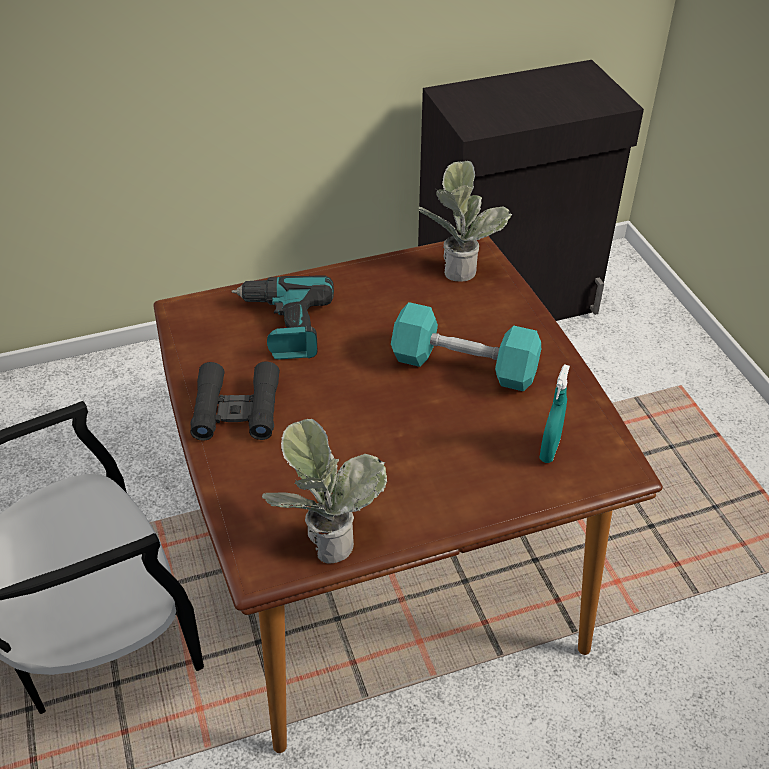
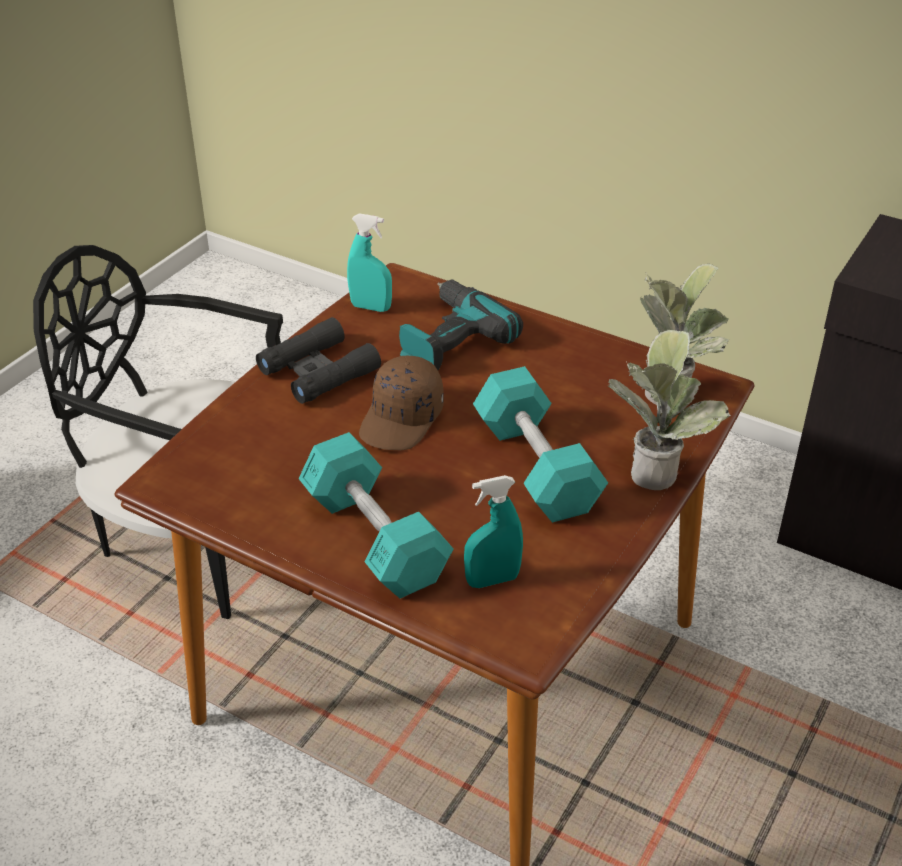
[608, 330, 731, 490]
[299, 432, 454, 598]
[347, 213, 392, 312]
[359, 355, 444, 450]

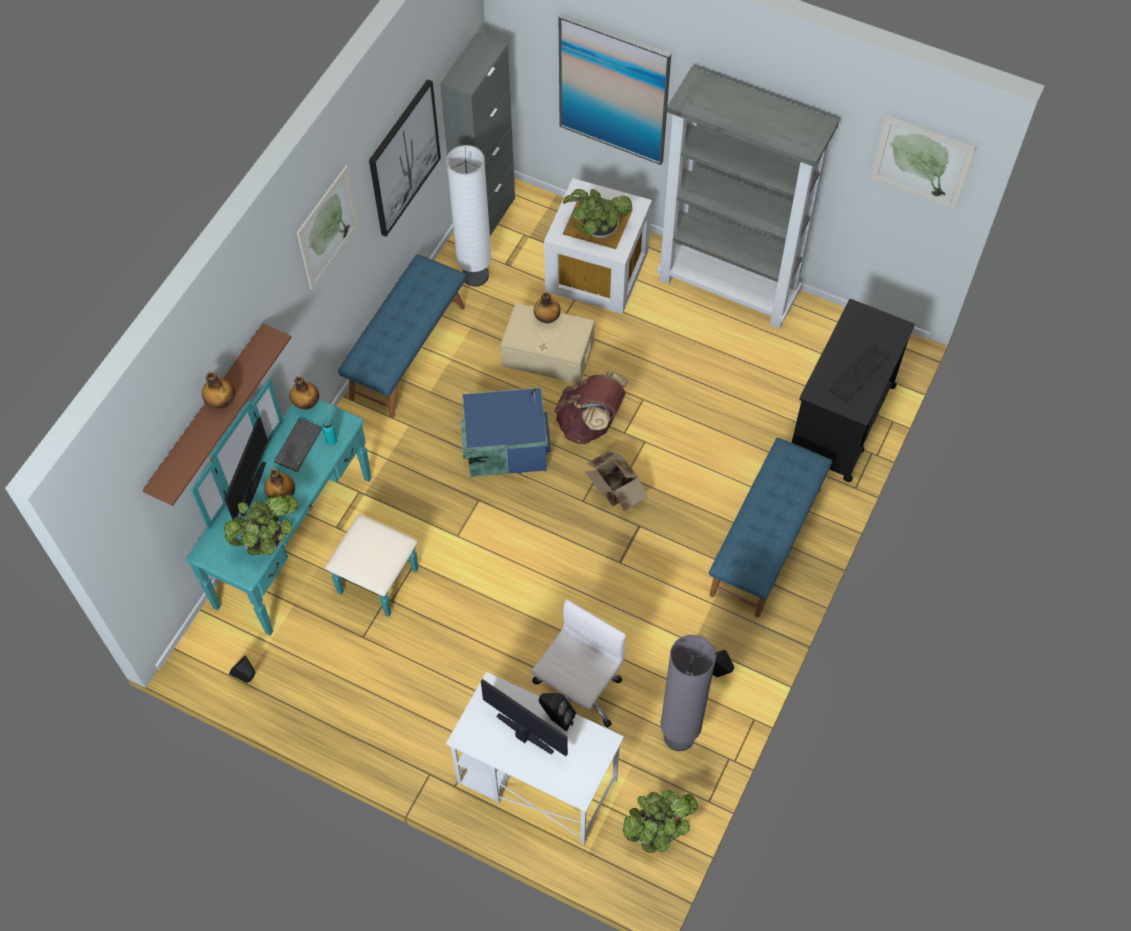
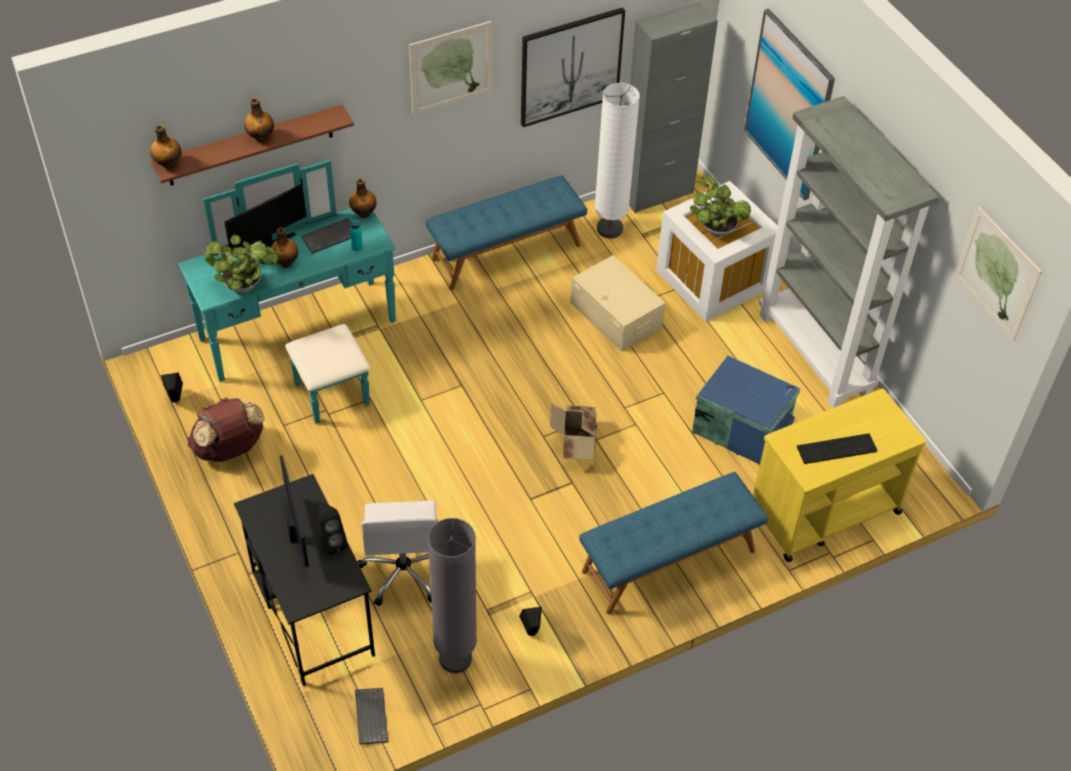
[234, 474, 375, 686]
[692, 355, 801, 465]
[357, 500, 437, 606]
[150, 125, 181, 169]
[187, 397, 265, 462]
[355, 688, 388, 745]
[753, 388, 926, 562]

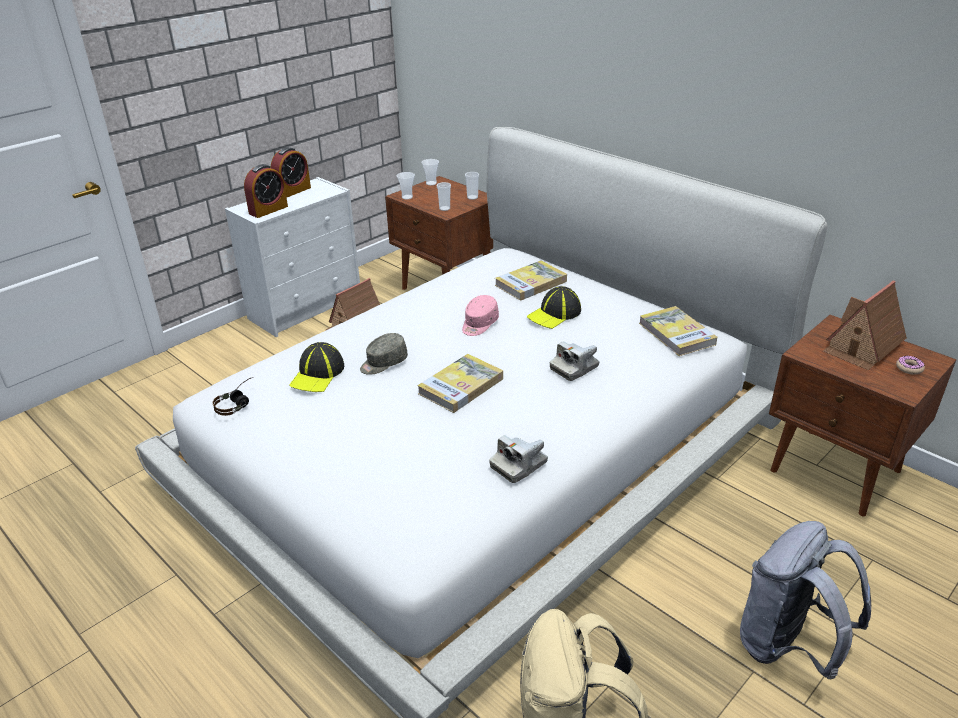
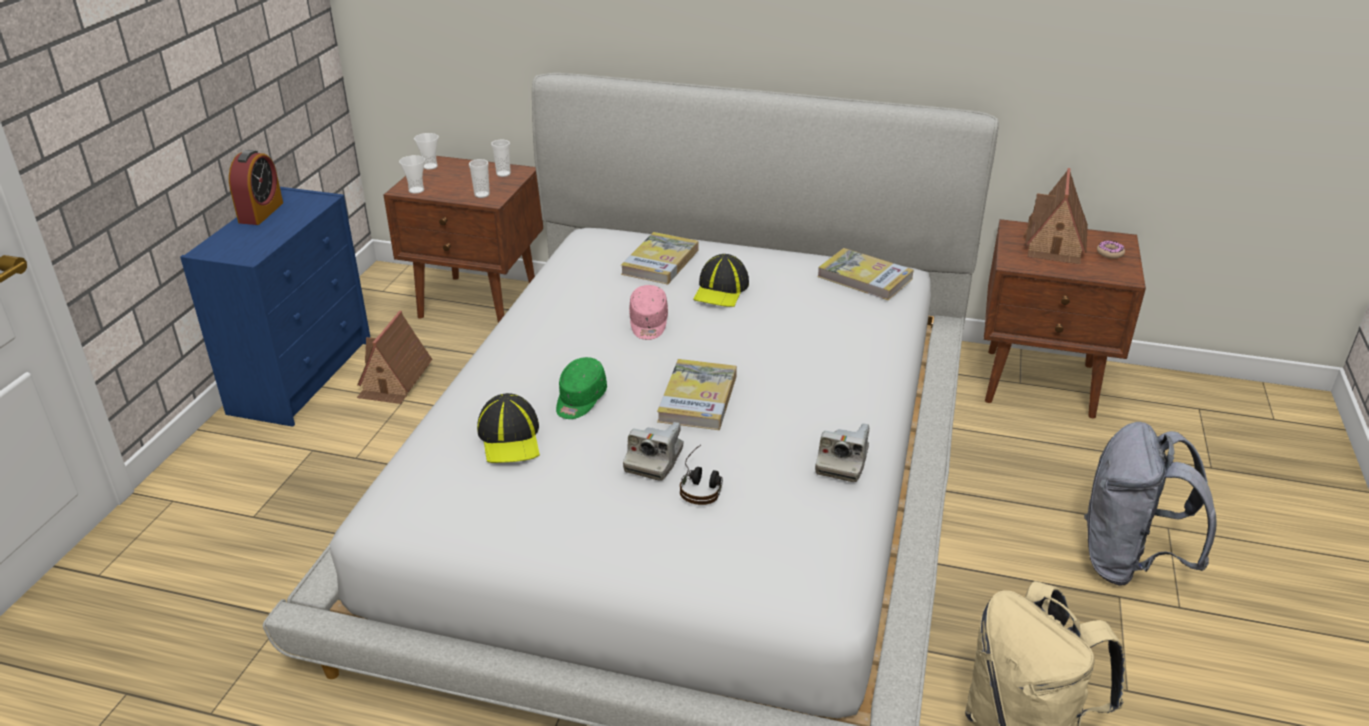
[680, 445, 723, 505]
[180, 187, 371, 427]
[244, 164, 288, 218] (first image)
[556, 357, 607, 419]
[623, 422, 684, 481]

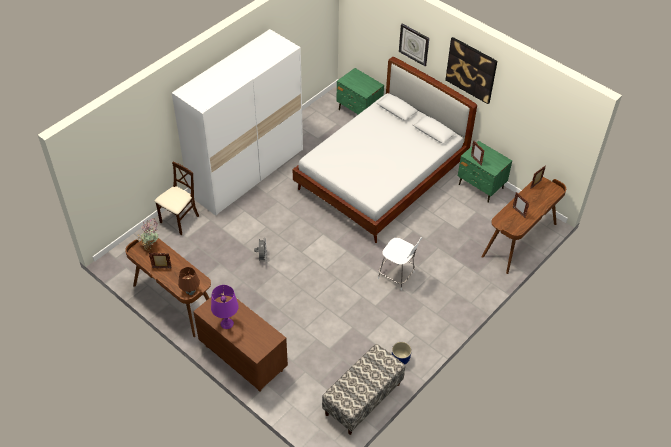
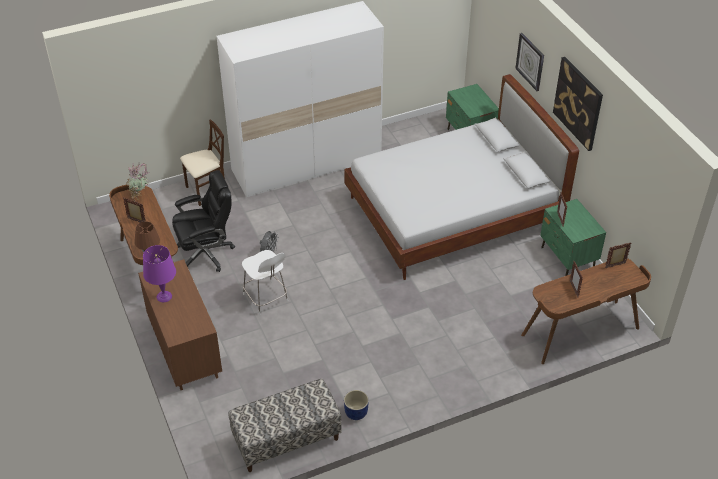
[242, 250, 288, 315]
[172, 170, 235, 272]

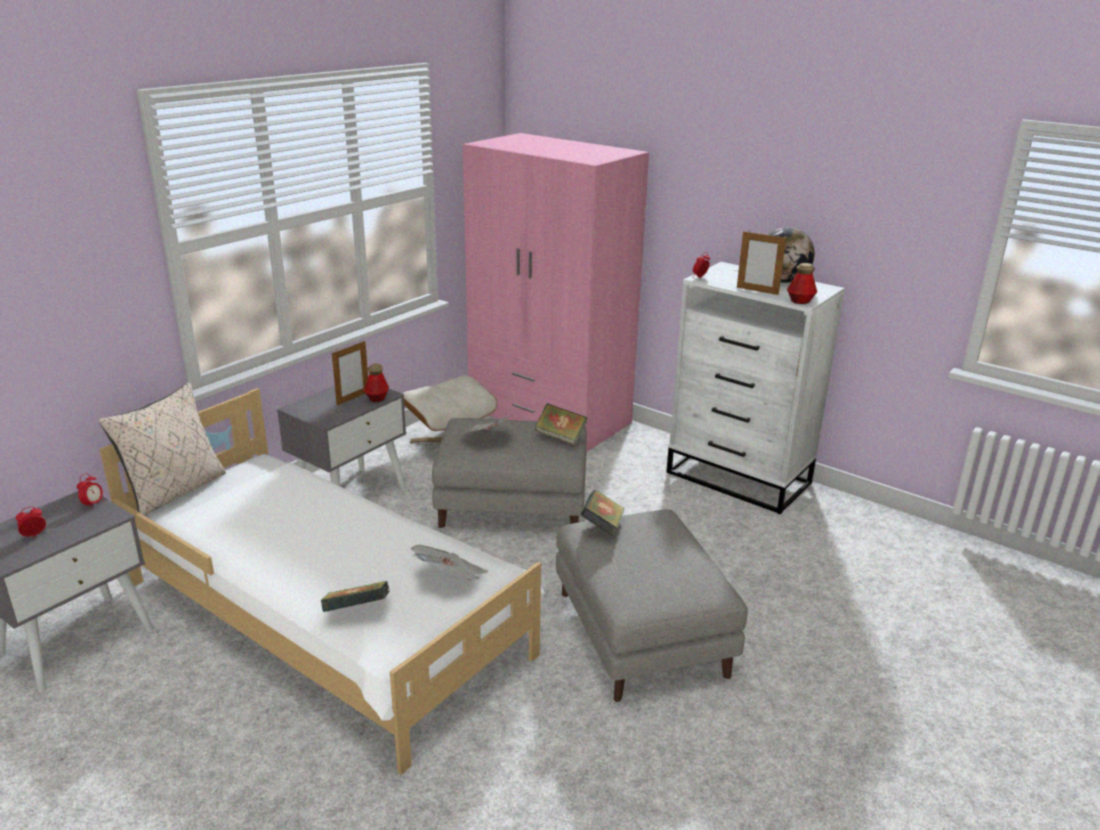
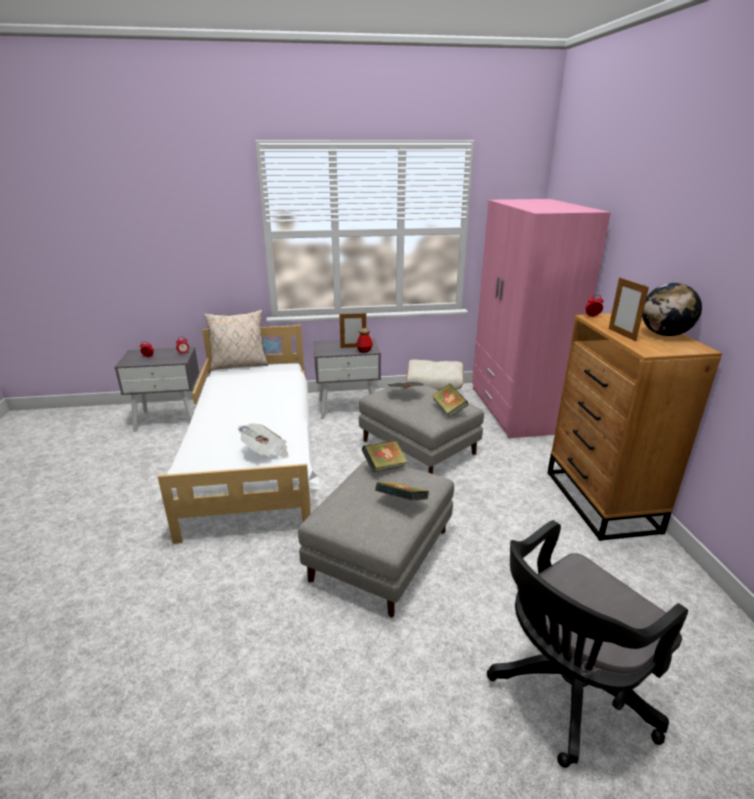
[375, 482, 429, 500]
[548, 313, 722, 541]
[787, 263, 817, 304] (first image)
[487, 520, 688, 768]

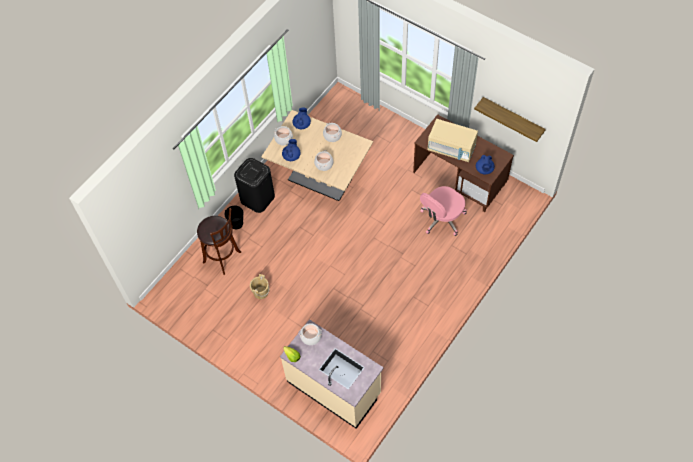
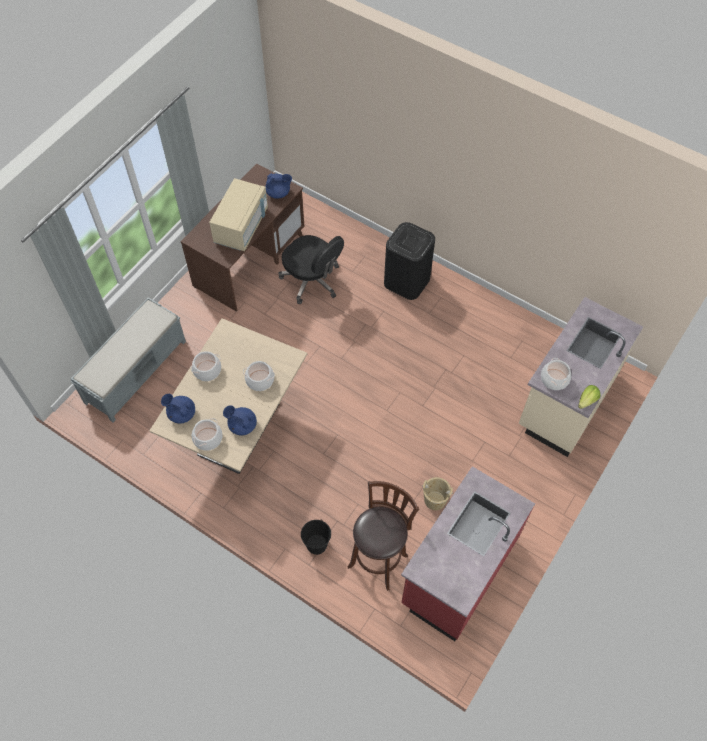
[384, 222, 435, 300]
[278, 235, 344, 304]
[474, 97, 546, 142] (first image)
[70, 297, 186, 422]
[401, 466, 535, 641]

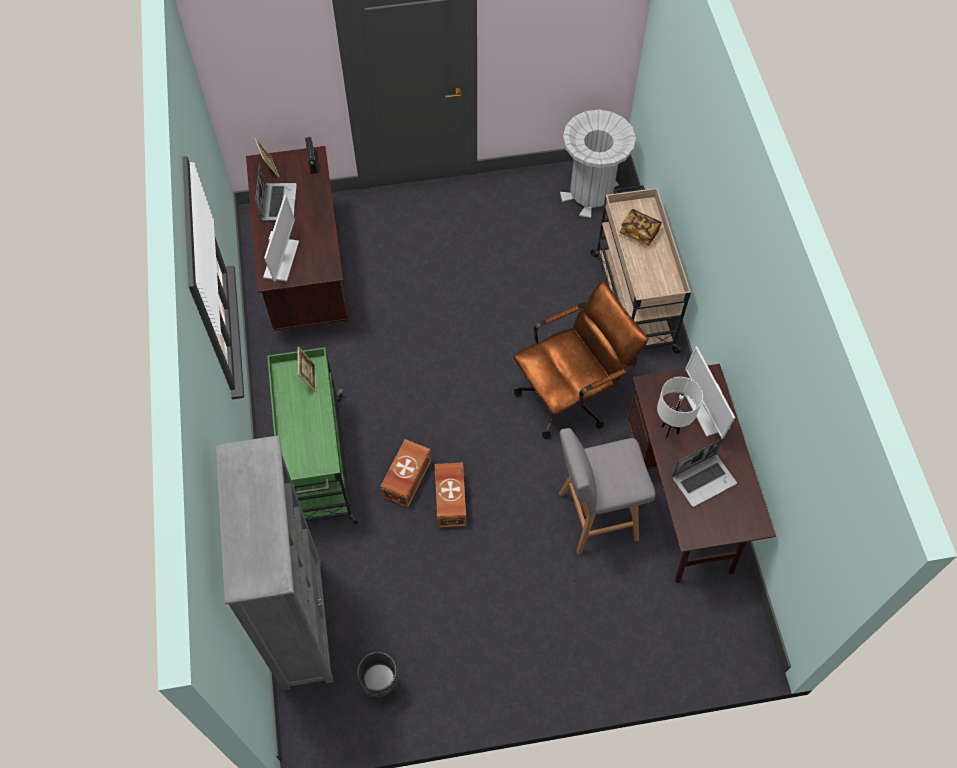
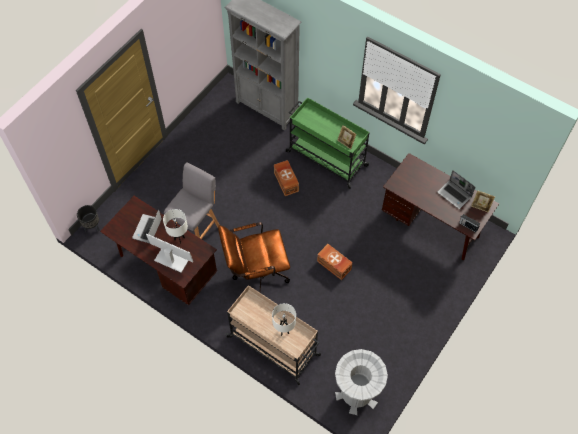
[263, 195, 299, 282] (first image)
[77, 205, 100, 232]
[317, 244, 353, 280]
[218, 222, 290, 293]
[272, 303, 296, 336]

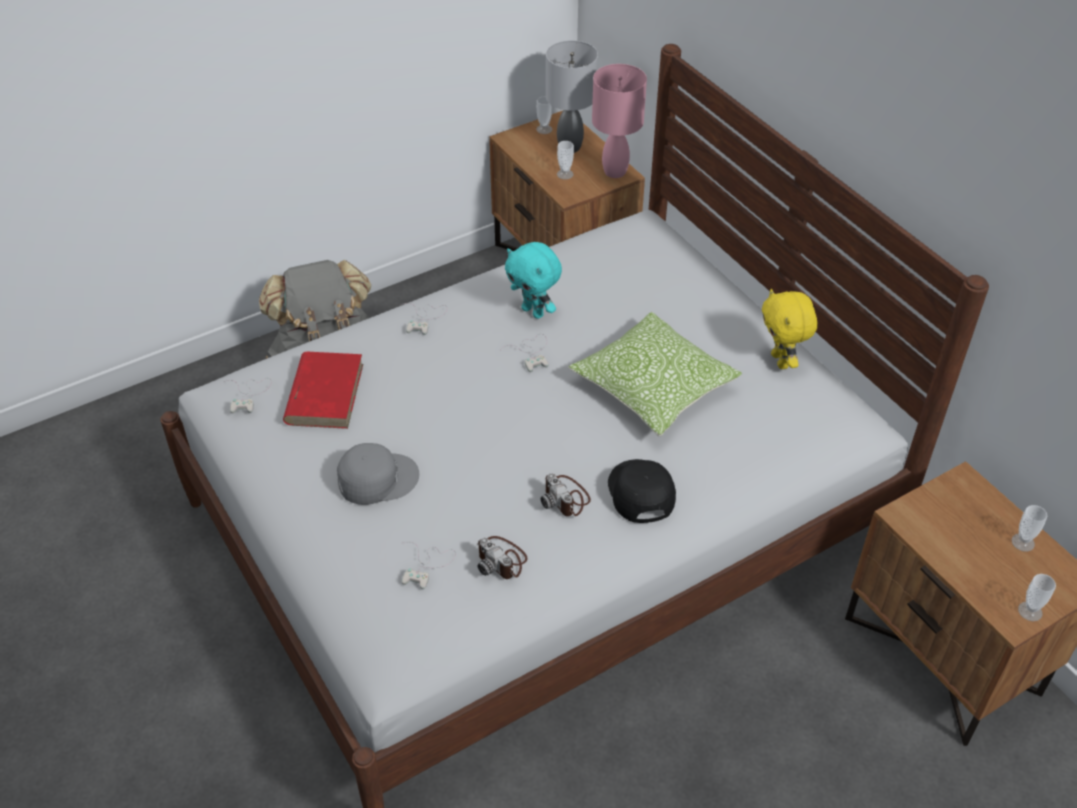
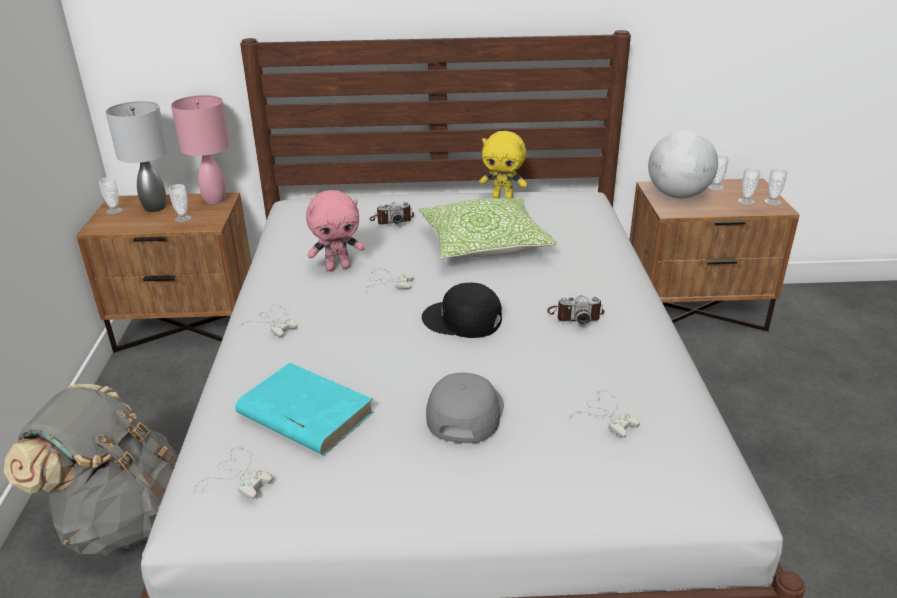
[235, 363, 374, 455]
[369, 202, 414, 225]
[306, 190, 365, 271]
[422, 283, 502, 338]
[648, 131, 718, 198]
[738, 167, 761, 205]

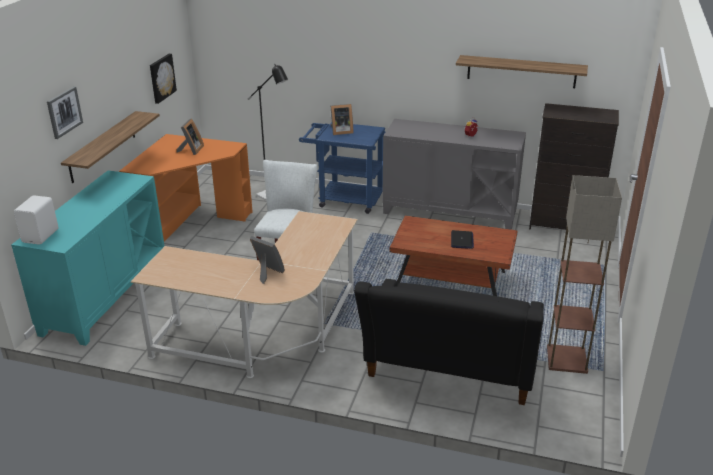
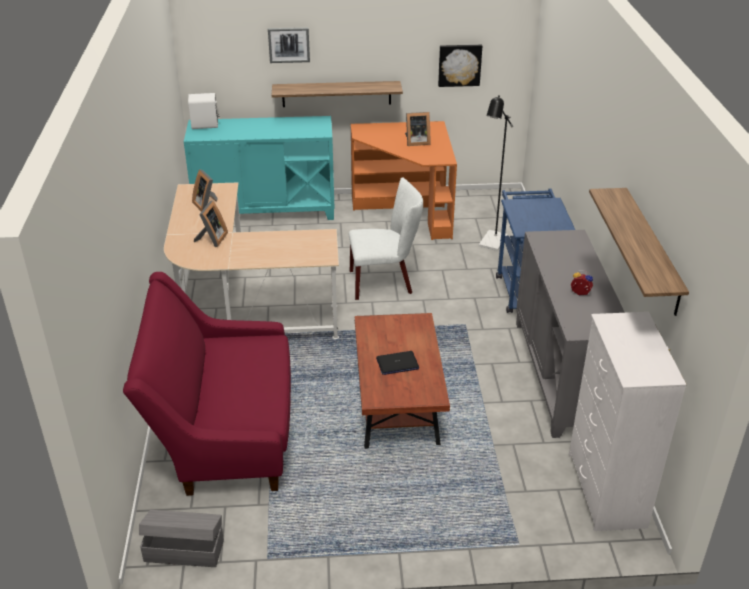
[192, 170, 217, 212]
[123, 272, 291, 496]
[569, 312, 687, 531]
[547, 175, 622, 374] (first image)
[139, 510, 224, 567]

